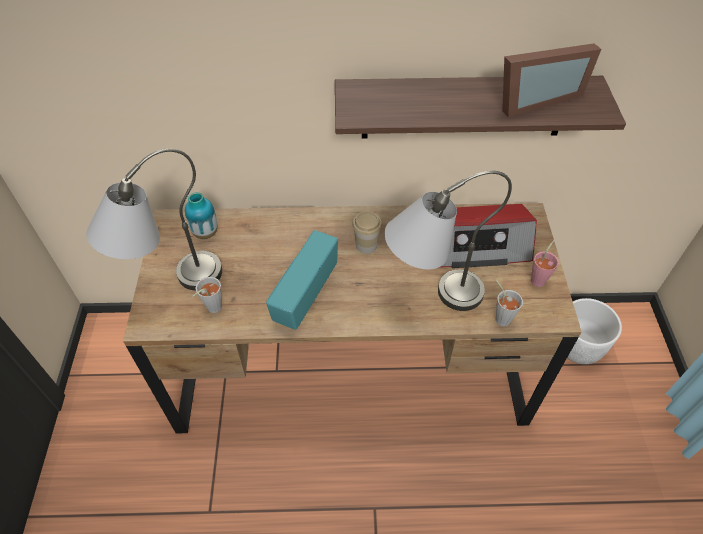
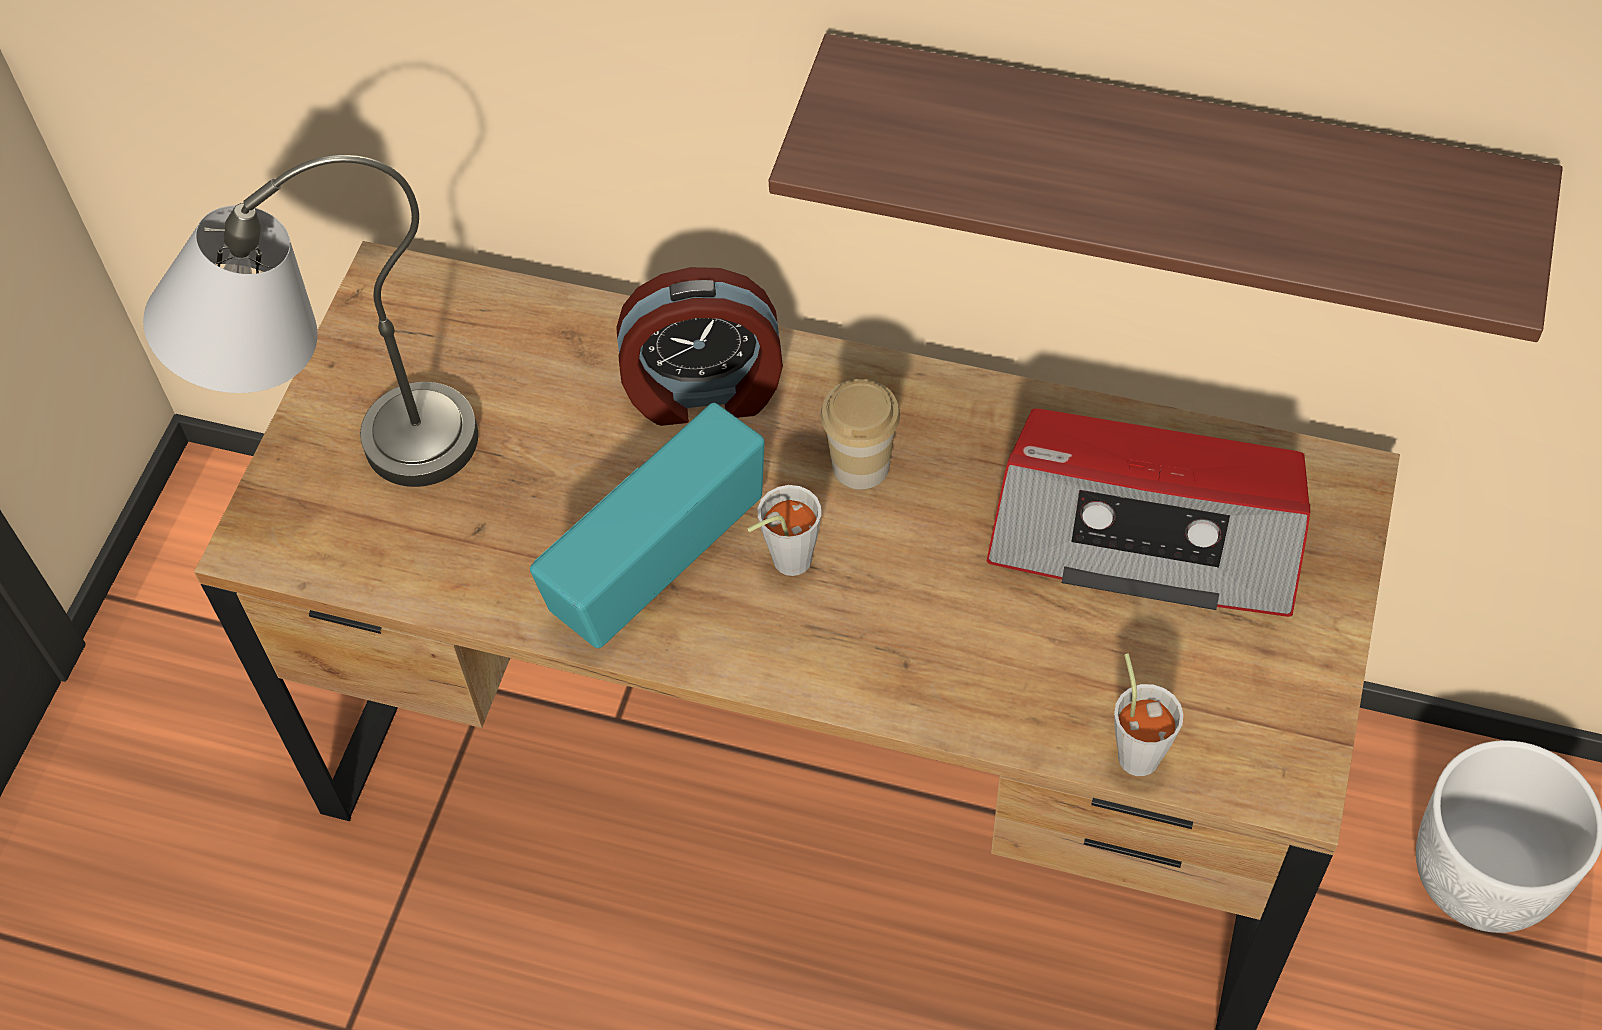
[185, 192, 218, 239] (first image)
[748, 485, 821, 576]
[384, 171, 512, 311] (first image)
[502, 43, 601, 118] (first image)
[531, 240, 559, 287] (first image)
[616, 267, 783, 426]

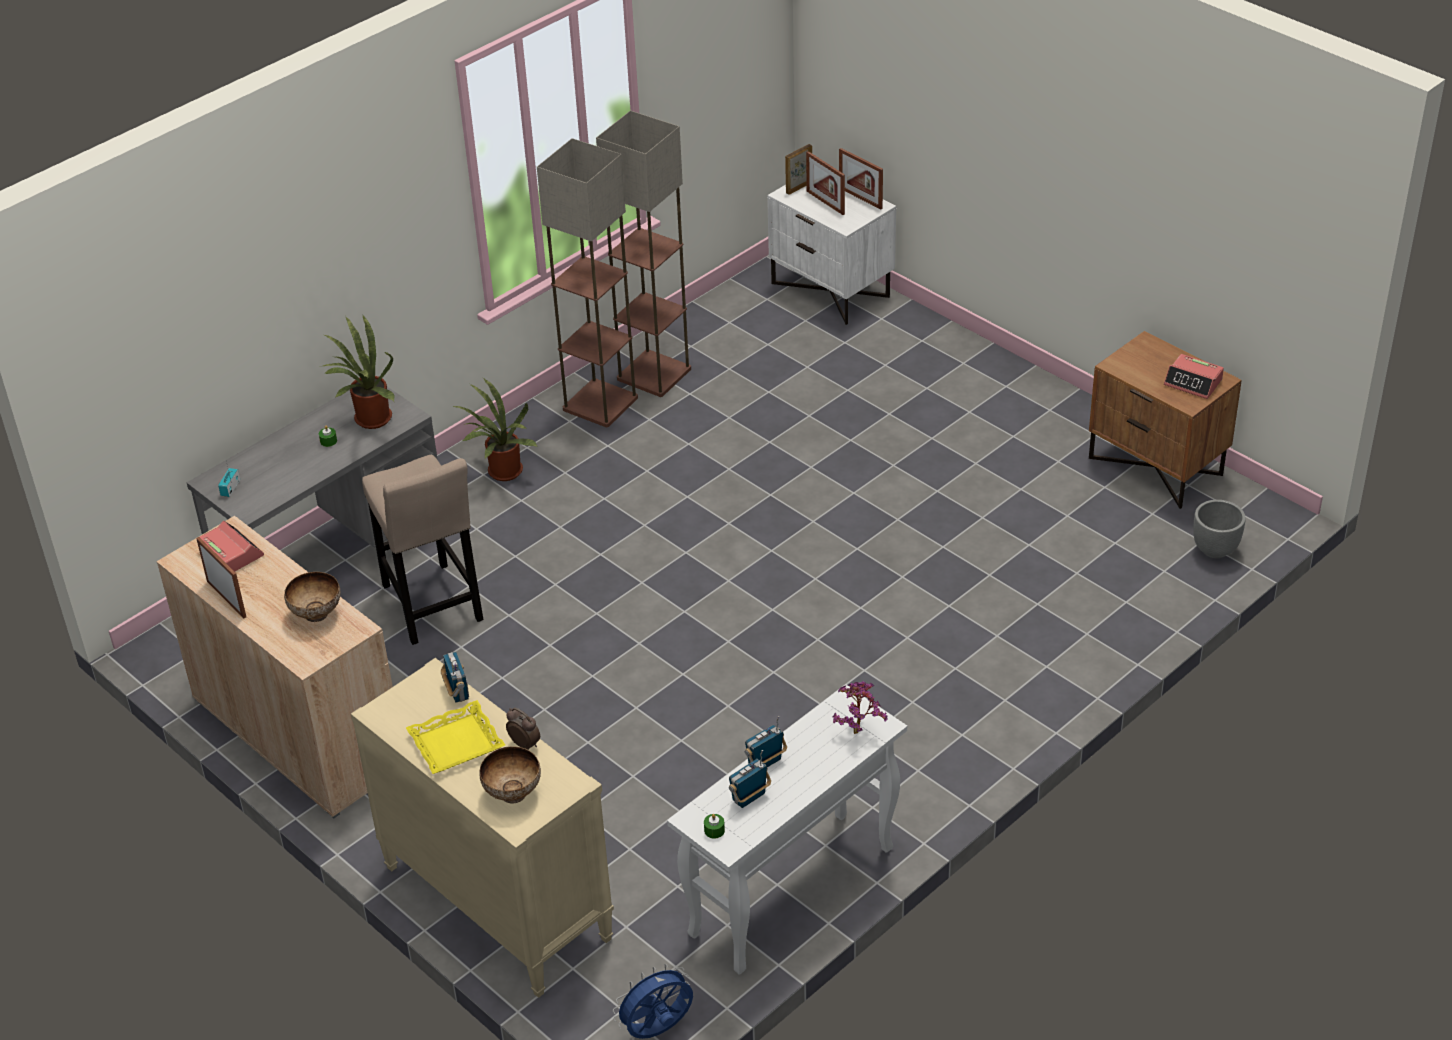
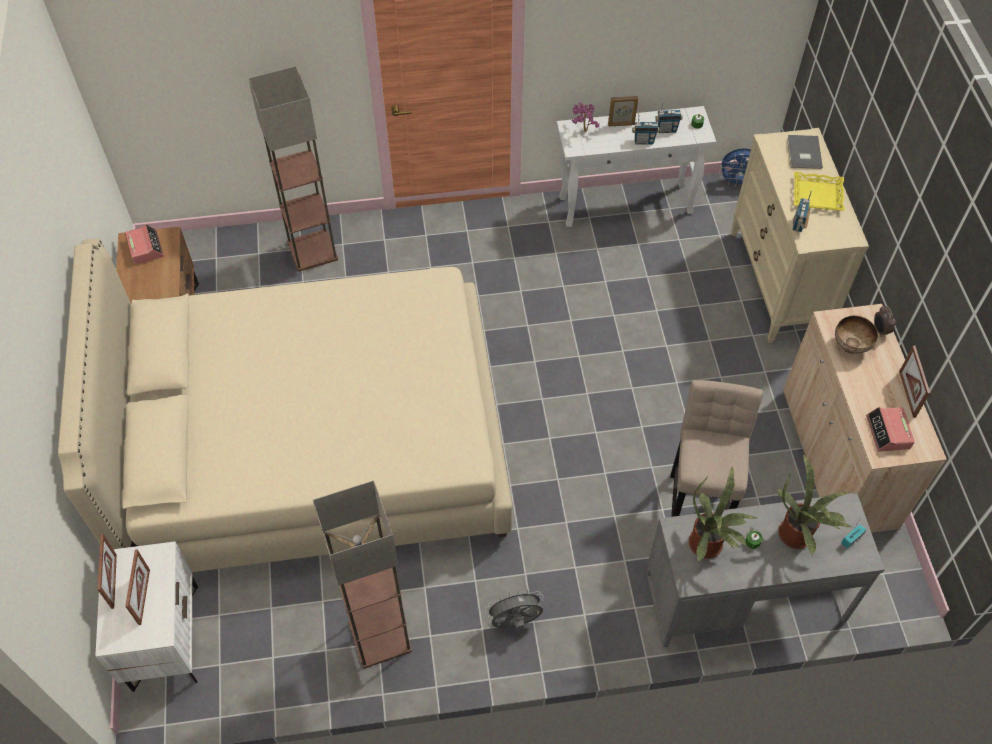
[778, 454, 852, 556]
[787, 135, 823, 169]
[874, 305, 896, 337]
[248, 66, 338, 272]
[608, 96, 638, 126]
[1193, 500, 1246, 558] (first image)
[58, 238, 513, 572]
[485, 589, 544, 629]

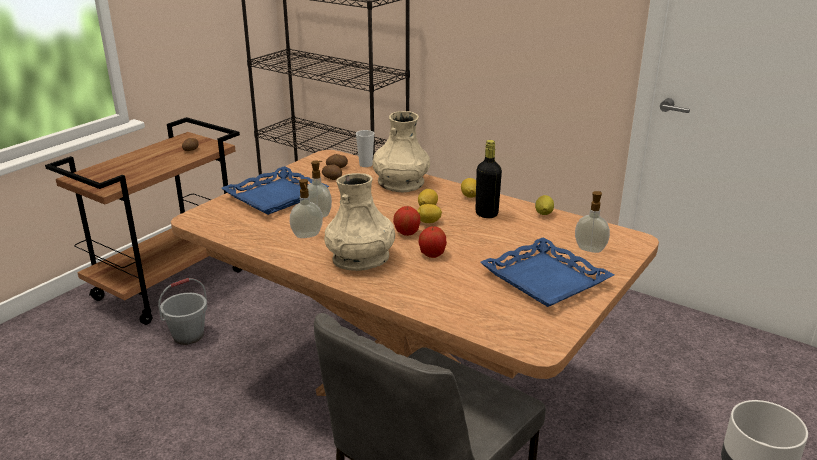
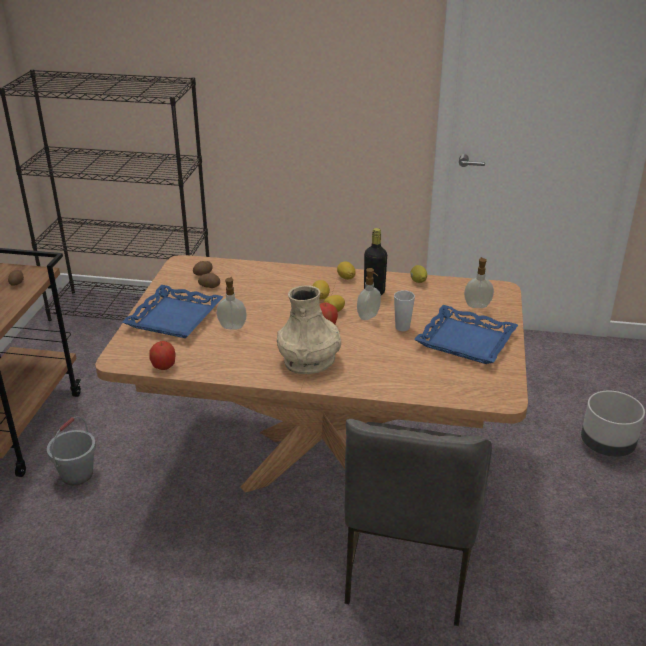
[357, 268, 381, 320]
[394, 290, 415, 331]
[372, 111, 430, 192] (first image)
[150, 341, 176, 370]

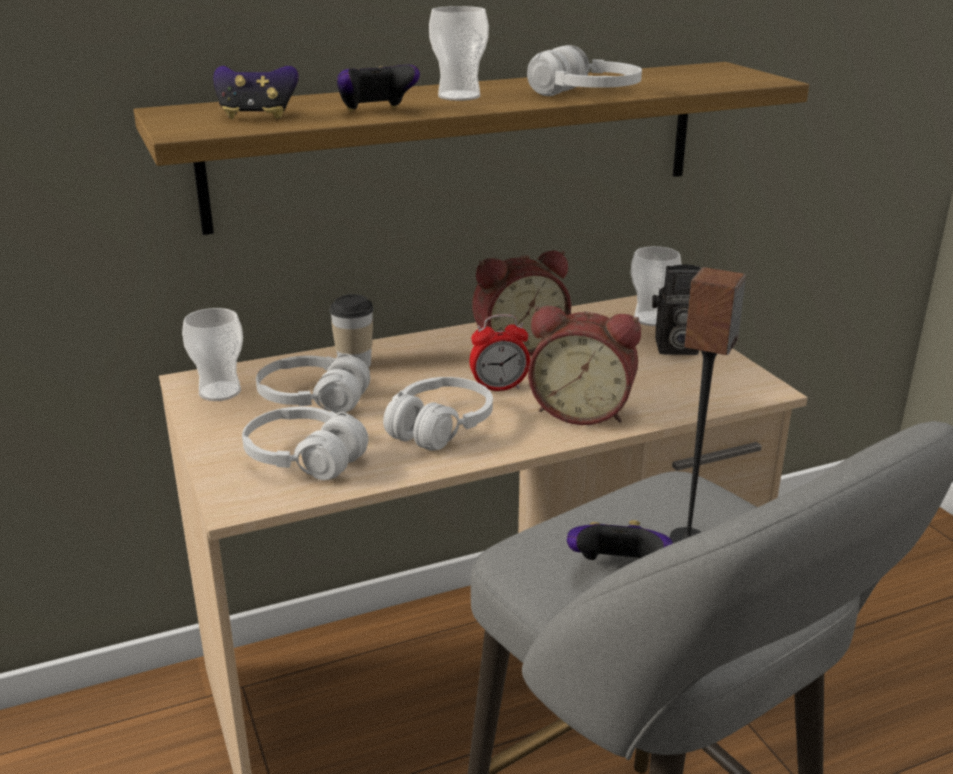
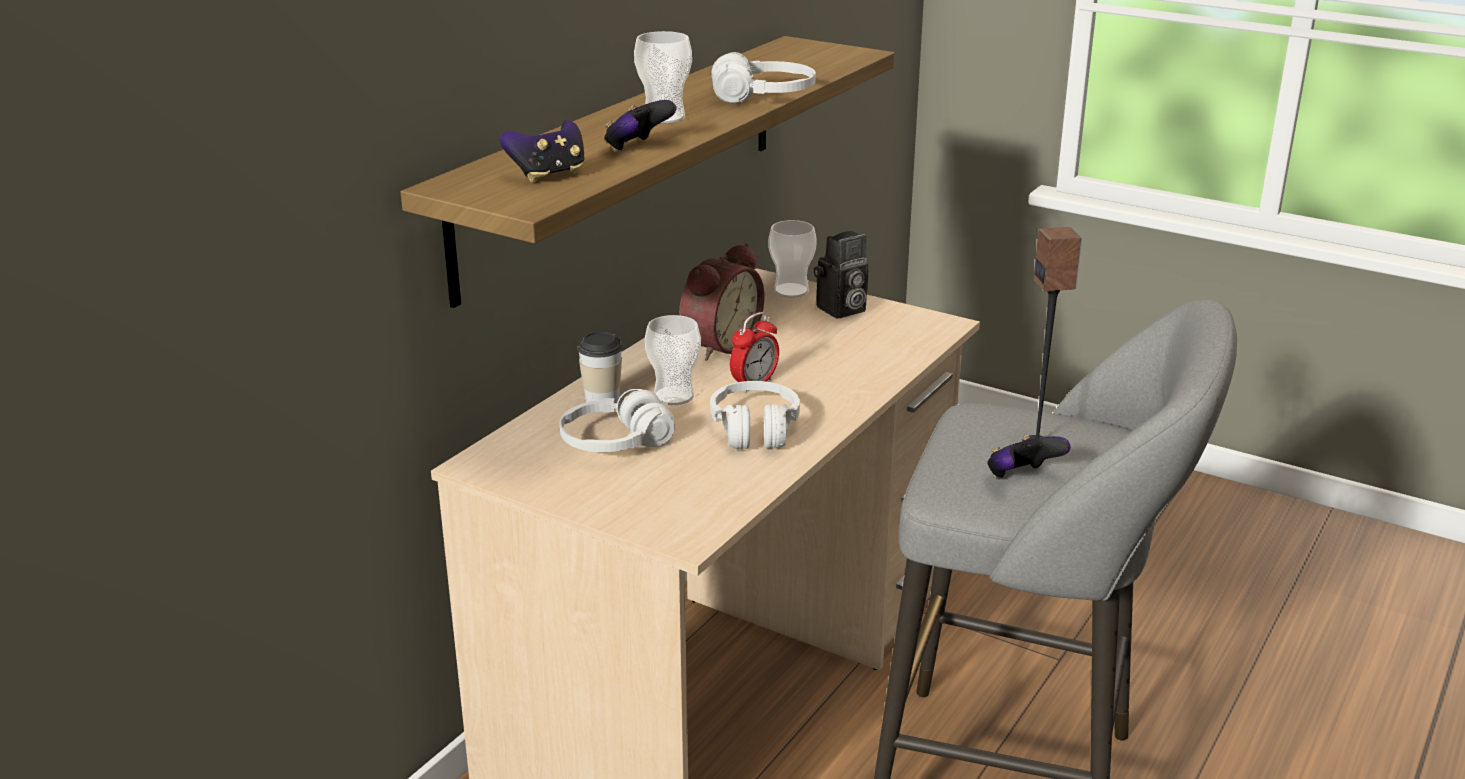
[645, 315, 701, 405]
[242, 407, 368, 480] (first image)
[528, 306, 641, 425] (first image)

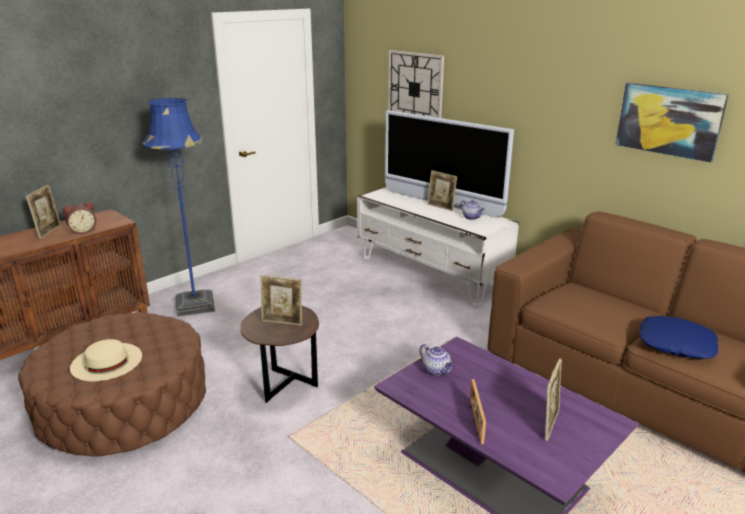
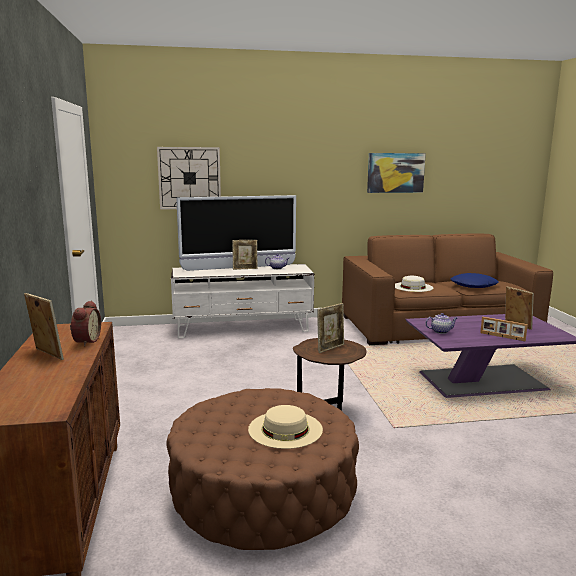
[142, 98, 215, 317] (first image)
[395, 276, 433, 292]

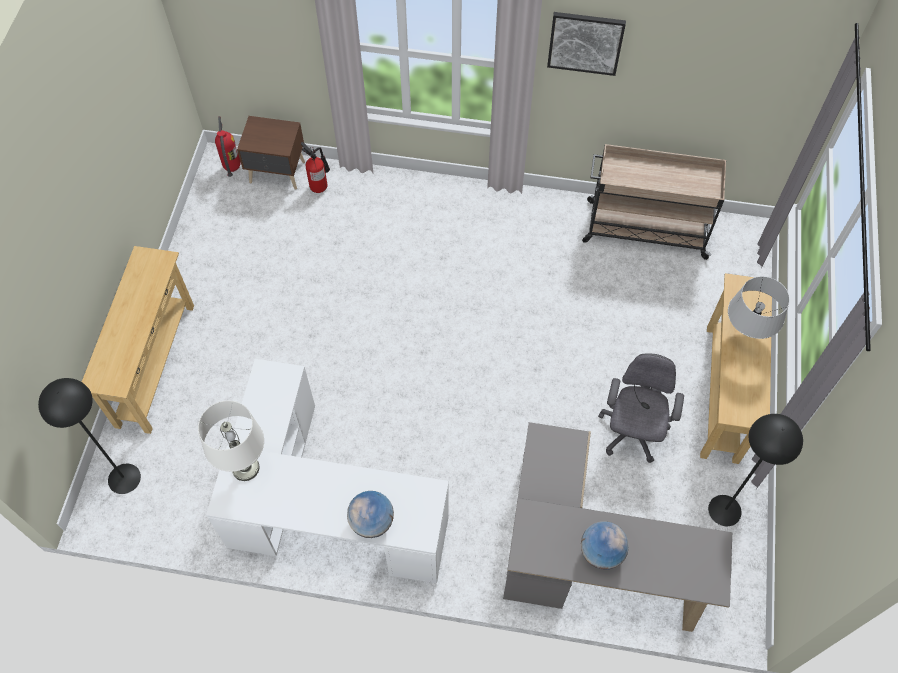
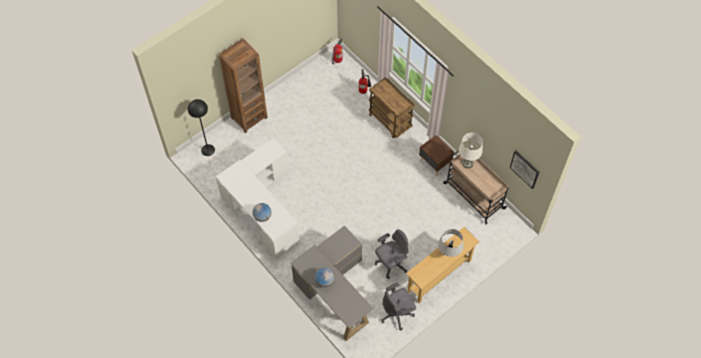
[218, 39, 268, 133]
[459, 133, 483, 168]
[419, 135, 454, 177]
[510, 151, 539, 189]
[382, 282, 416, 330]
[369, 77, 415, 138]

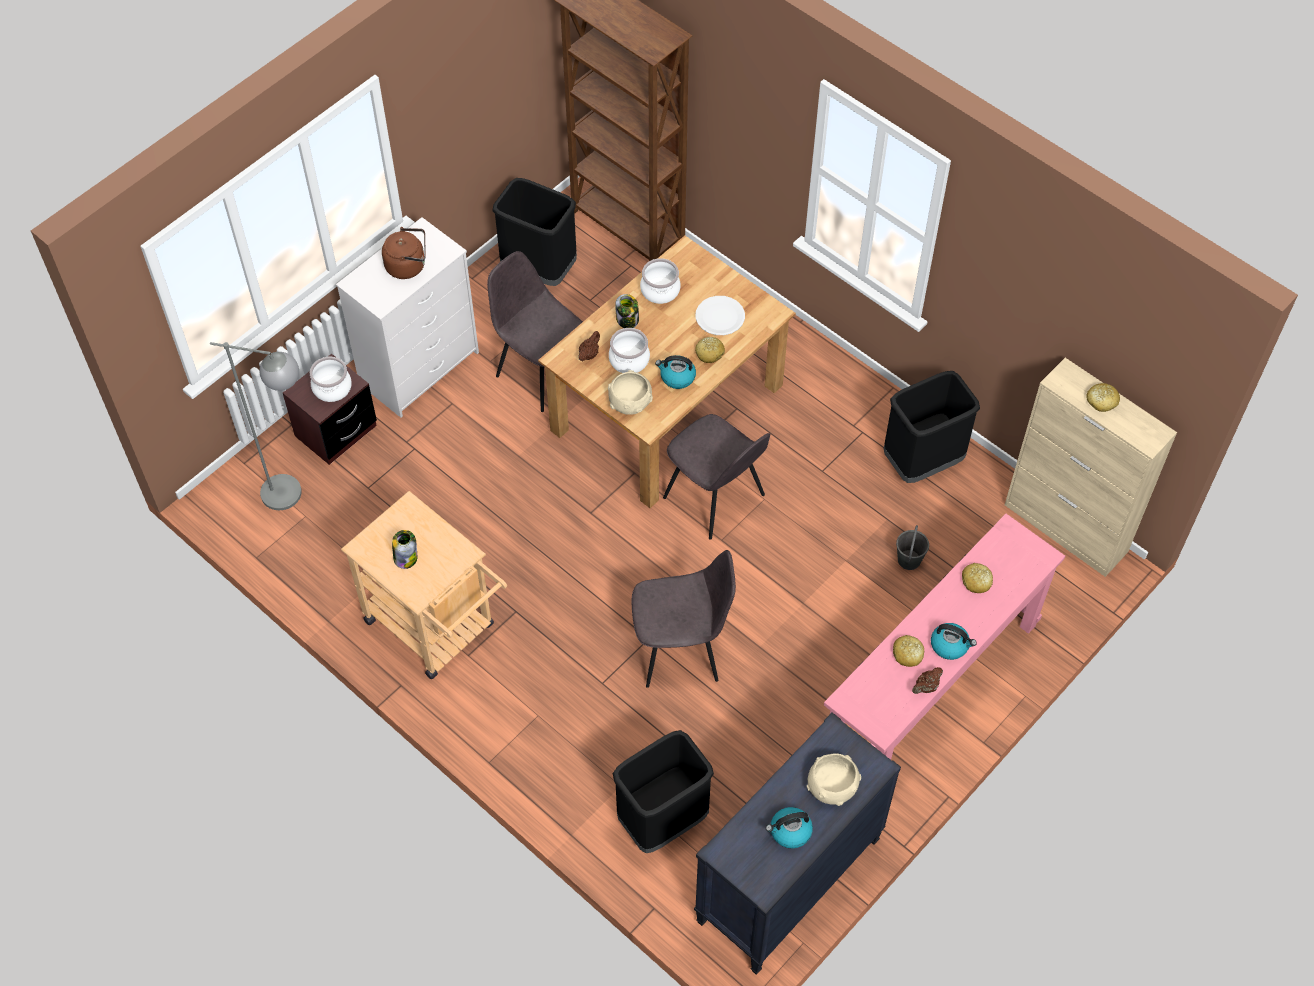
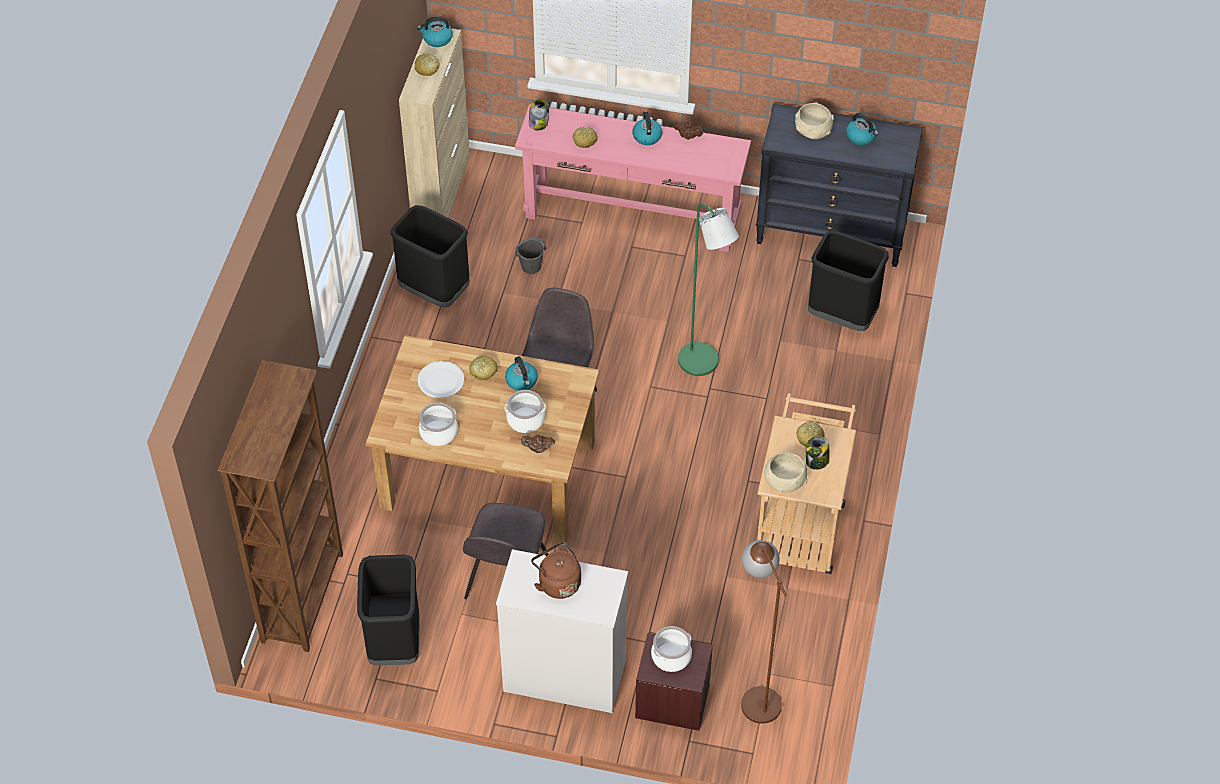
[741, 540, 787, 724]
[763, 452, 808, 493]
[529, 99, 549, 131]
[678, 204, 739, 376]
[797, 422, 824, 446]
[417, 16, 453, 47]

